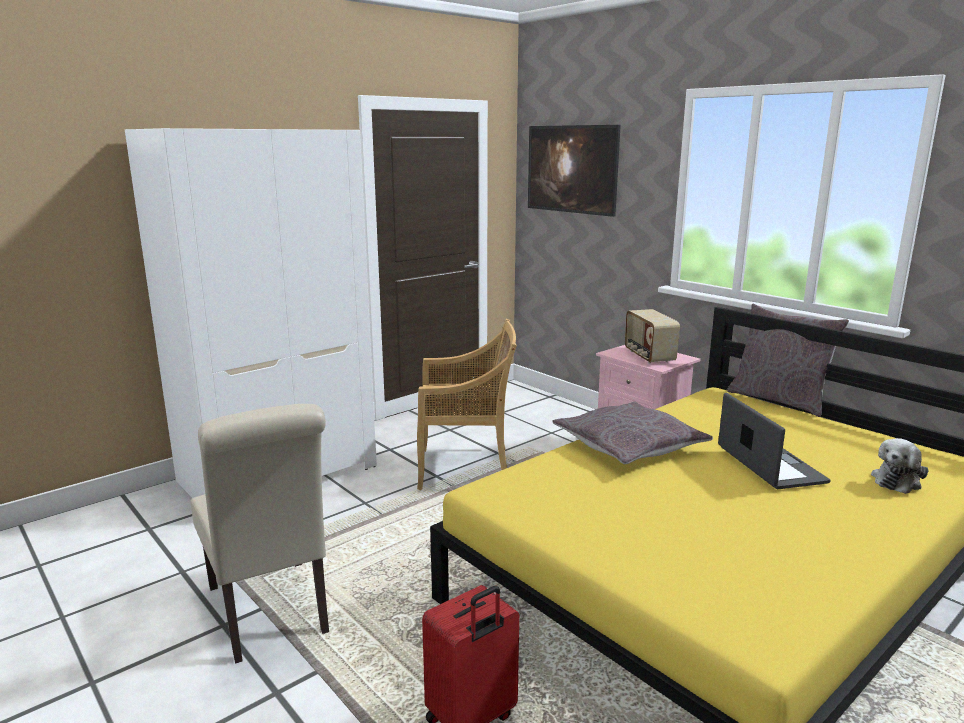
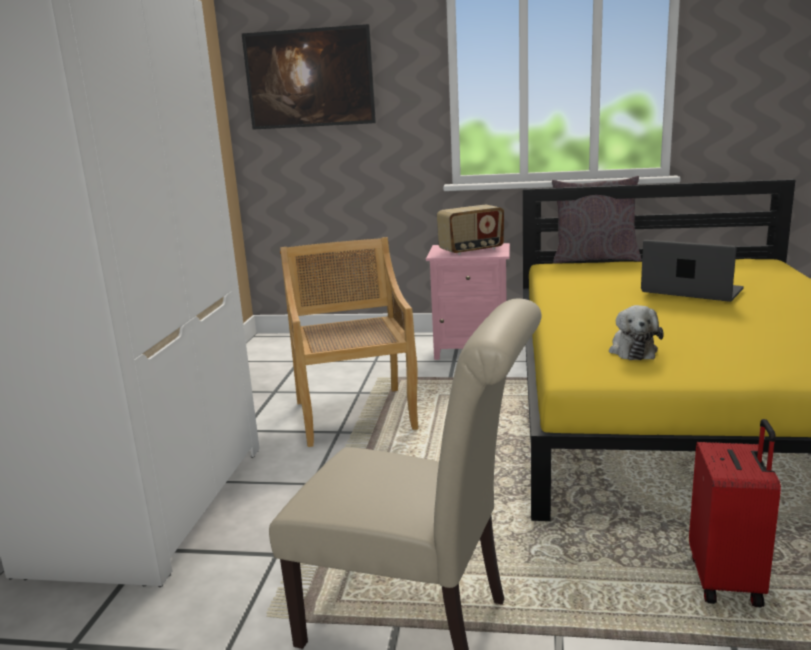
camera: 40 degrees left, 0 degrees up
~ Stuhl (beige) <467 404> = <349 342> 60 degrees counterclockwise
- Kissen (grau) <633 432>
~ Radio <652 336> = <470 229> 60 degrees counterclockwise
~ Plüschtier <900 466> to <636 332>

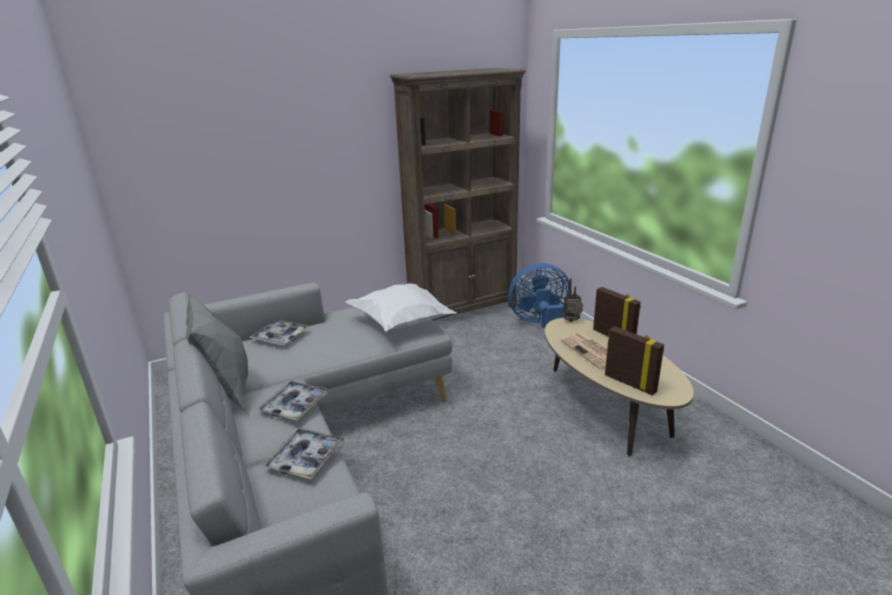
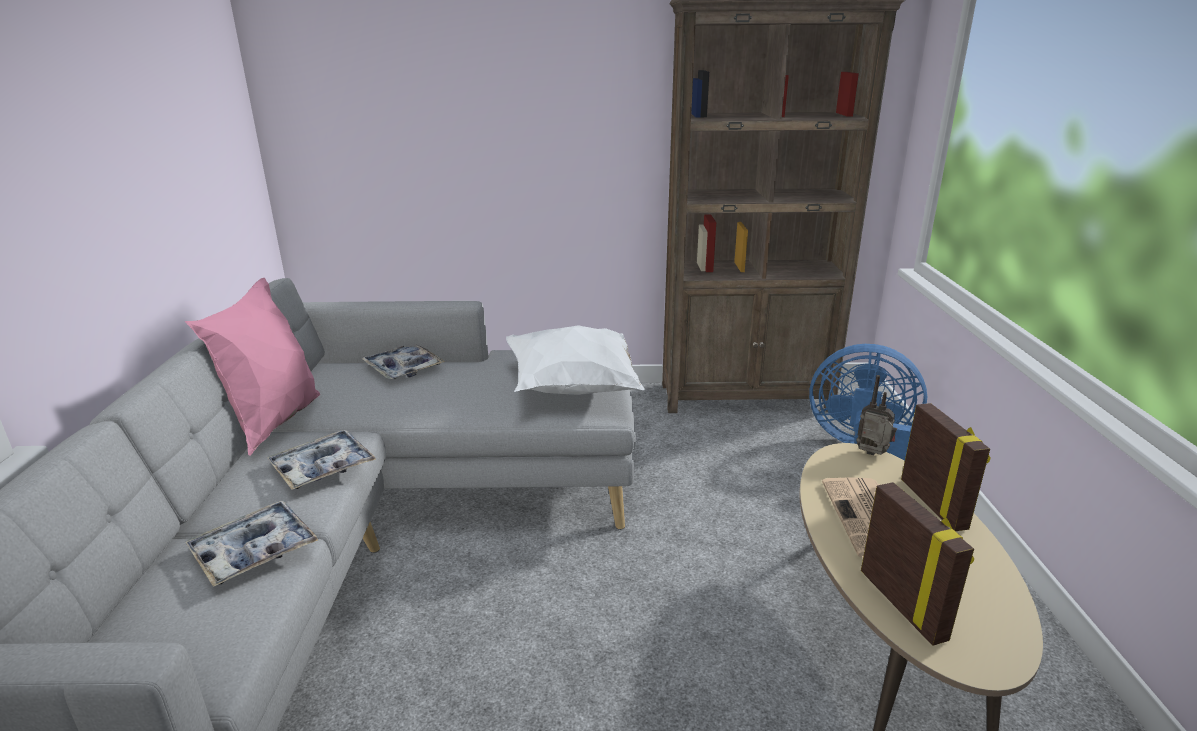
camera: 25 degrees right, 0 degrees up
~ Kissen (grau) <217 352> to Kissen (rosa) <252 367>

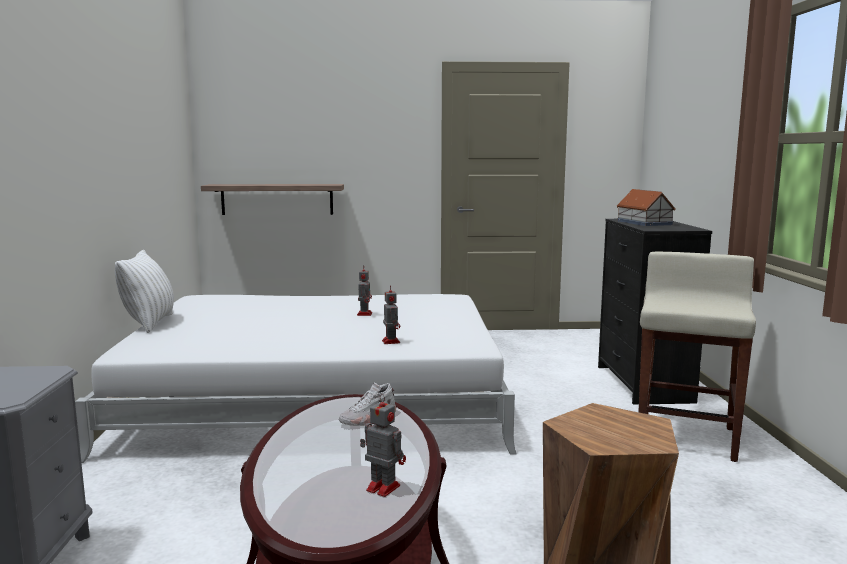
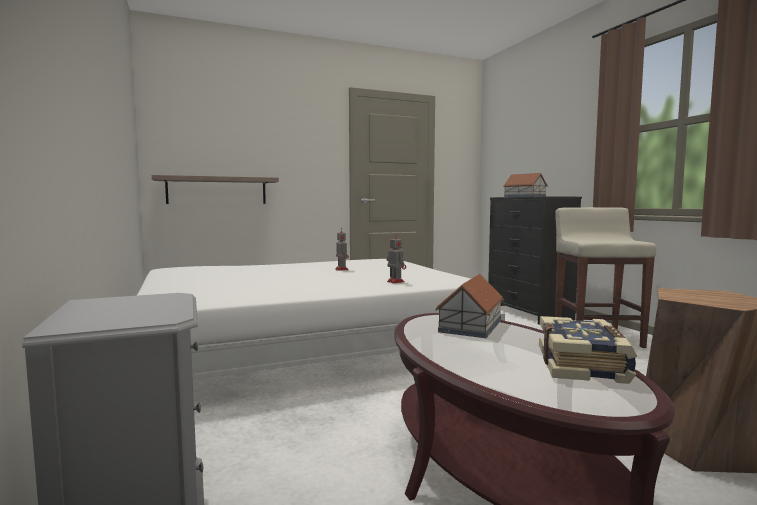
camera: 20 degrees left, 5 degrees down
- Kissen (weiß) <144 291>
~ Schuh (weiß) <367 404> to Spielzeughaus <469 306>
~ Spielzeugroboter <383 445> to Buch <588 350>

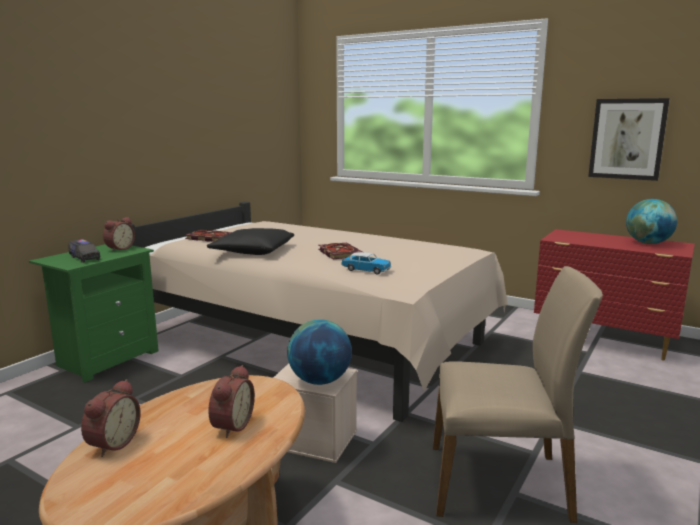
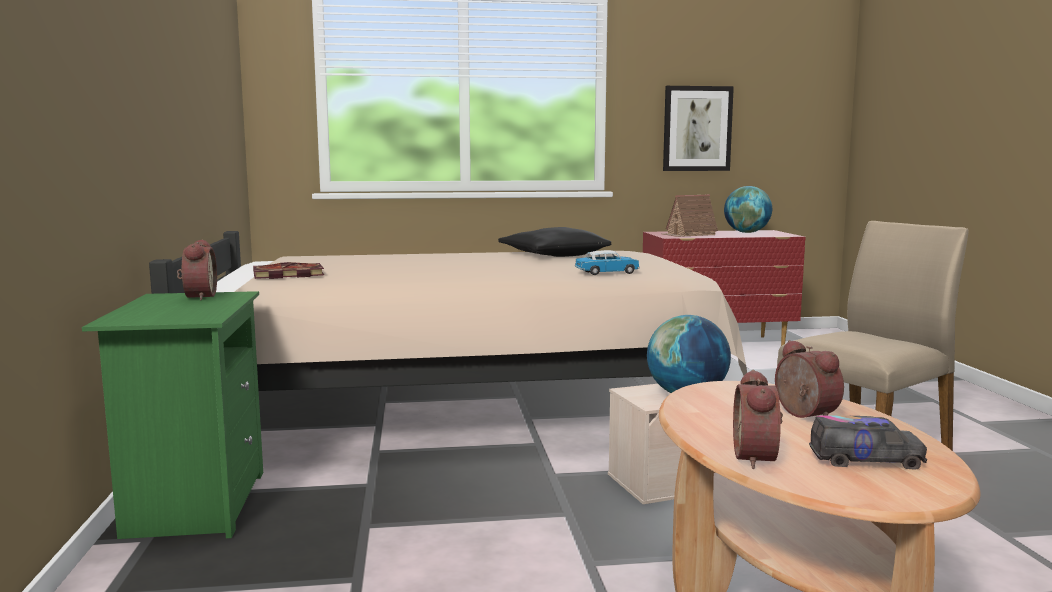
camera: 40 degrees left, 5 degrees down
~ Spielzeuglaster <84 251> to <868 442>
~ Wecker <111 418> = <758 419> 150 degrees counterclockwise
~ Kissen (schwarz) <250 241> to <554 242>
- Buch <340 251>
+ Spielzeughaus <690 215>

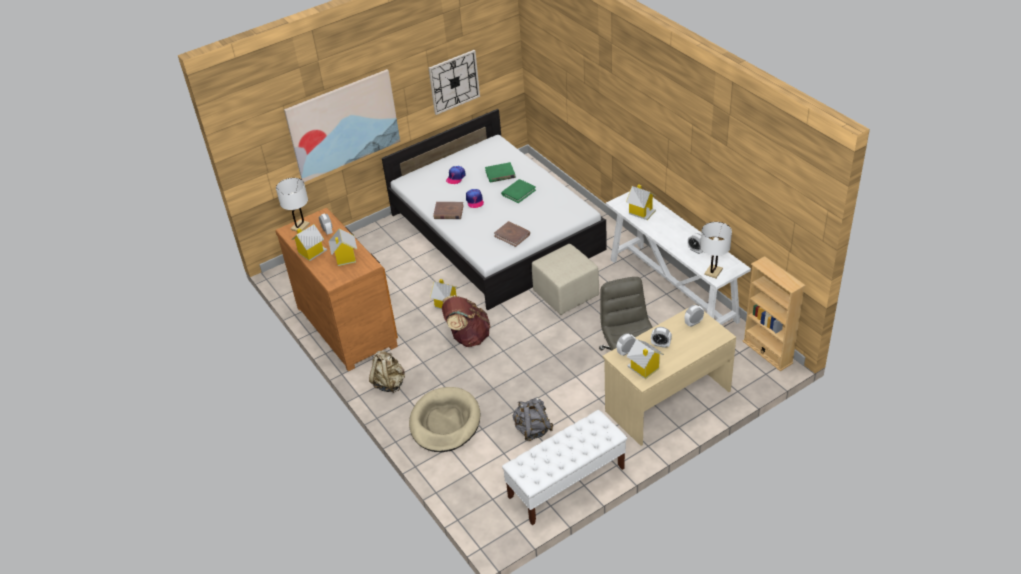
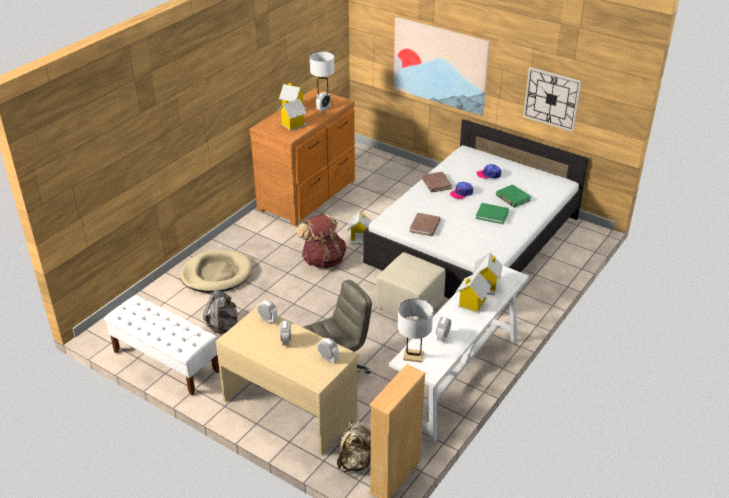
camera: 65 degrees right, 5 degrees down
~ Rucksack (beige) <387 372> to <354 446>
~ Spielzeughaus <645 359> to <473 292>

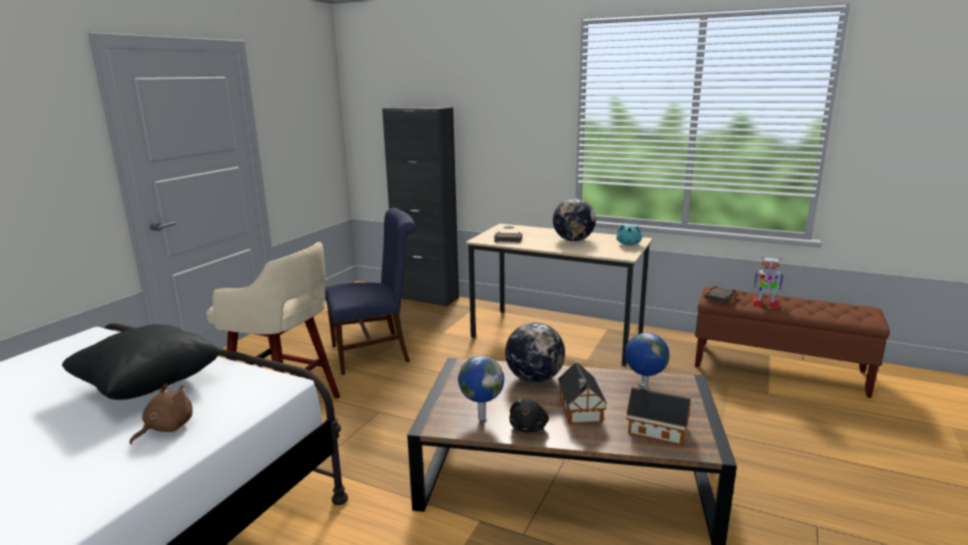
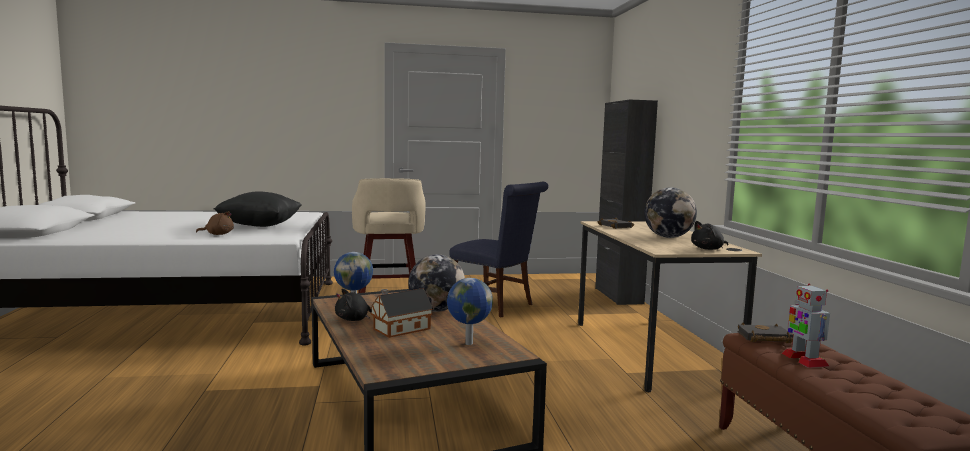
camera: 55 degrees right, 10 degrees down
~ Plüschtier (türkis) <629 235> to Plüschtier (schwarz) <709 235>
- Spielzeughaus <658 414>

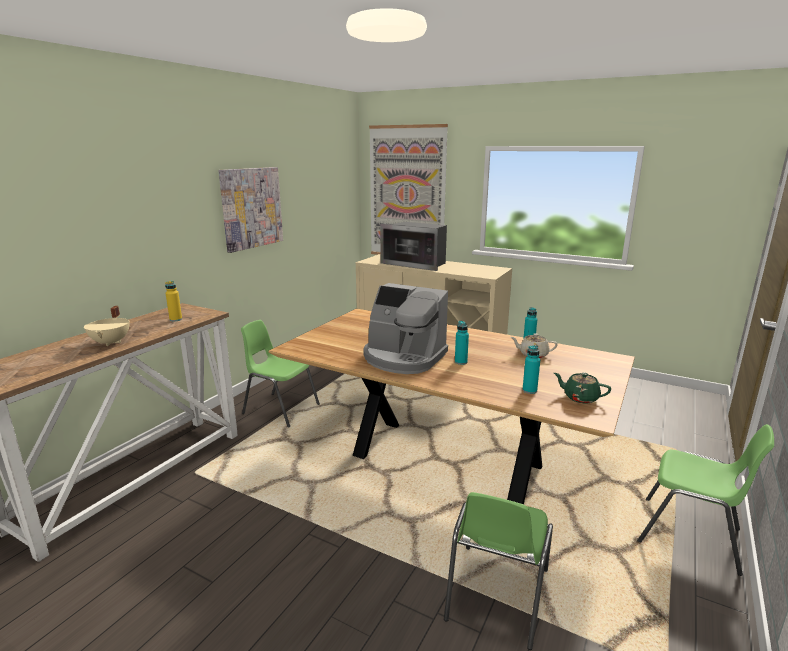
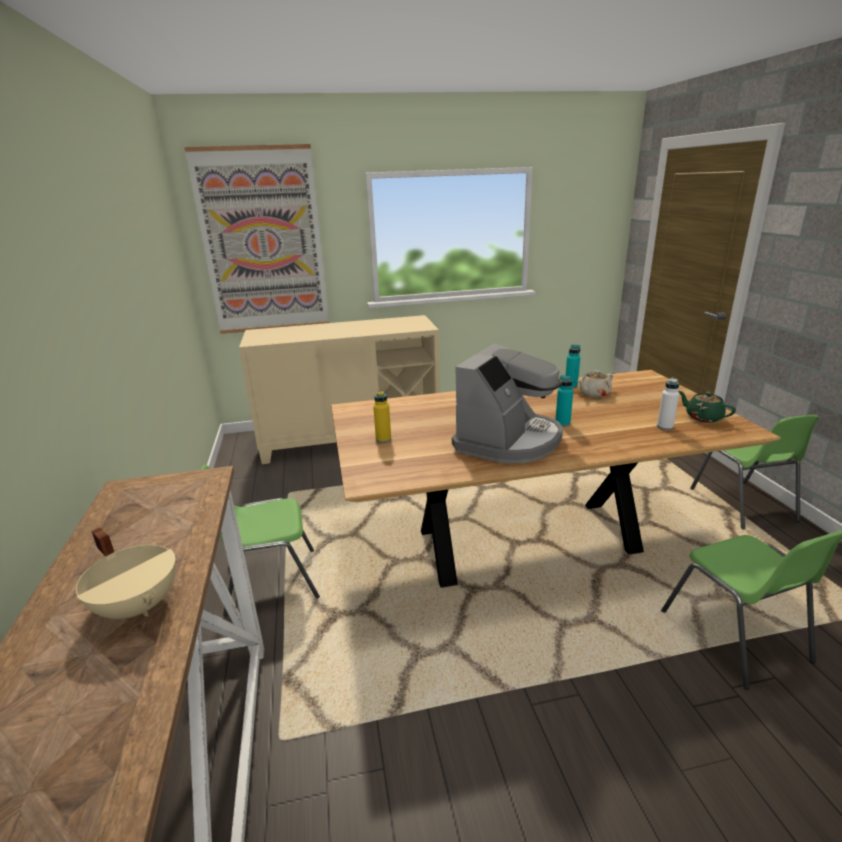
camera: 40 degrees left, 5 degrees up
~ Flasche (gelb) <173 301> to <382 416>
- Bild <250 210>
~ Kaffeemaschine <405 328> = <507 403> 45 degrees counterclockwise
- Mikrowelle <413 246>
~ Flasche (türkis) <531 369> to Flasche (weiß) <668 403>
~ Teekanne (grün) <582 388> = <707 407> 60 degrees clockwise
~ Stuhl (grün) <705 500> = <755 472> 90 degrees clockwise

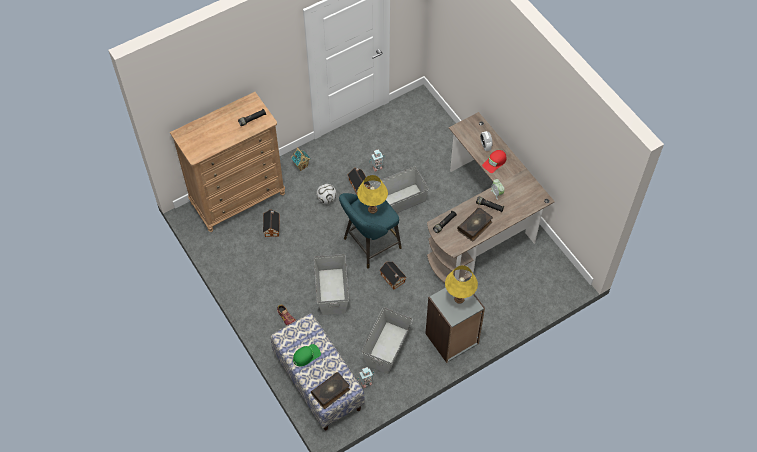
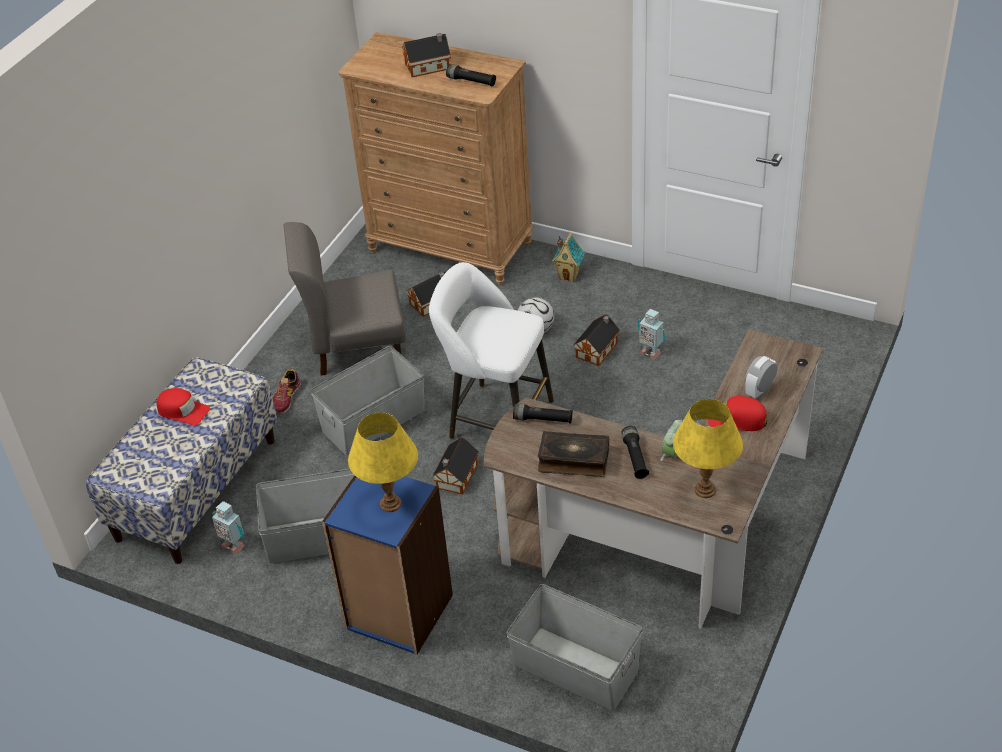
camera: 60 degrees right, 15 degrees down
~ Kappe (grün) <307 355> to Kappe (rot) <183 406>
- Buch <330 390>
~ Hocker (türkis) <370 231> to Hocker (weiß) <491 350>
~ Tischlampe (gelb) <372 194> to <708 448>
~ Aufbewahrungsbox (grau) <400 189> to <574 647>
~ Bücherregal (grau) <455 325> to Bücherregal (blau) <387 565>
+ Stuhl (grau) <344 299>
+ Spielzeughaus <426 55>

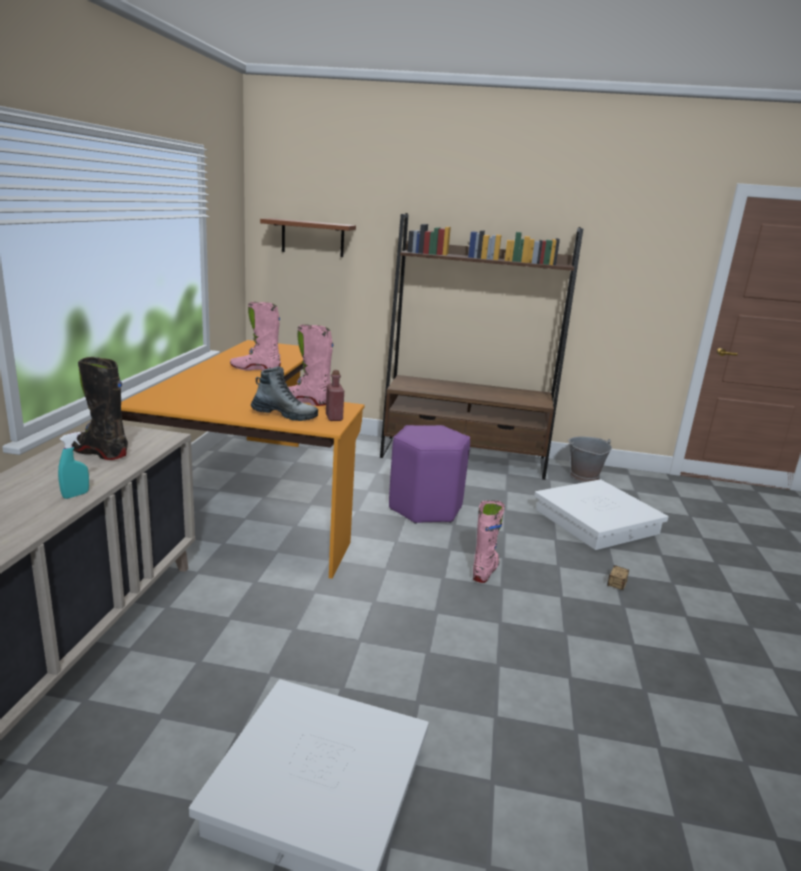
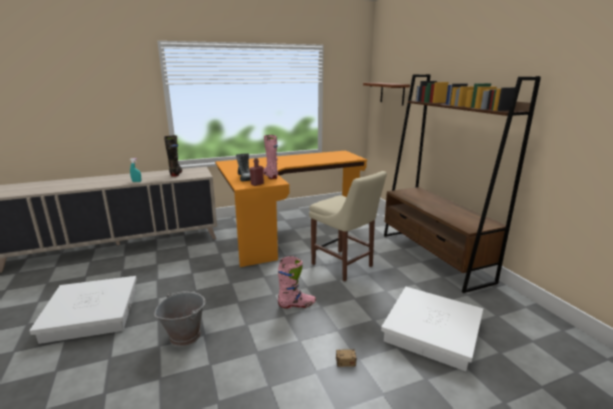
camera: 60 degrees right, 0 degrees up
- Stiefel (rosa) <255 336>
~ Hocker (lila) <429 474> to Stuhl (beige) <348 226>
~ Eimer (grau) <590 459> to <180 319>

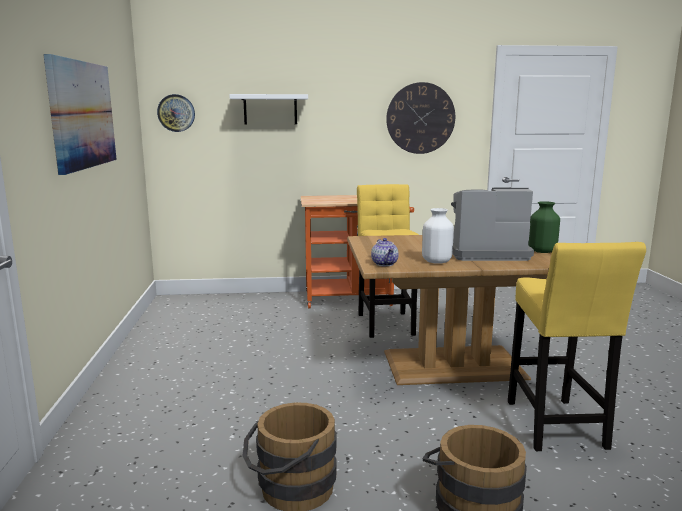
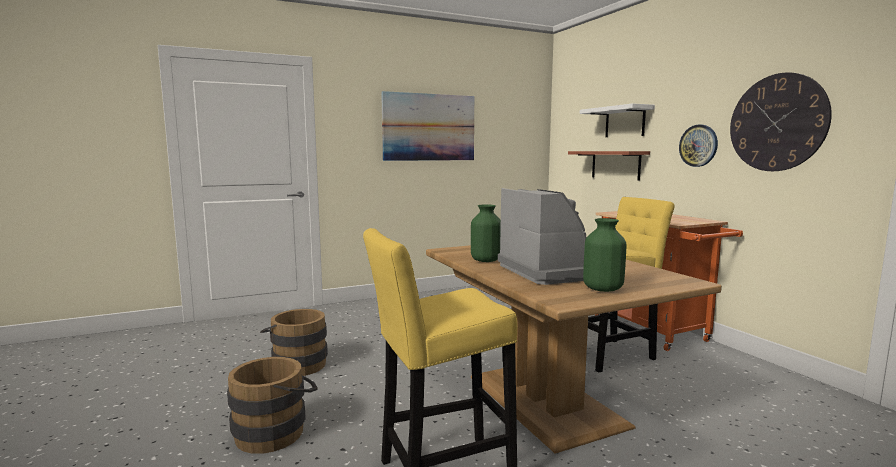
camera: 70 degrees right, 5 degrees down
~ Wanduhr <176 113> to <698 145>
- Teekanne <384 252>
~ Vase (weiß) <438 236> to Vase (grün) <486 233>
+ Wandregal <609 165>

